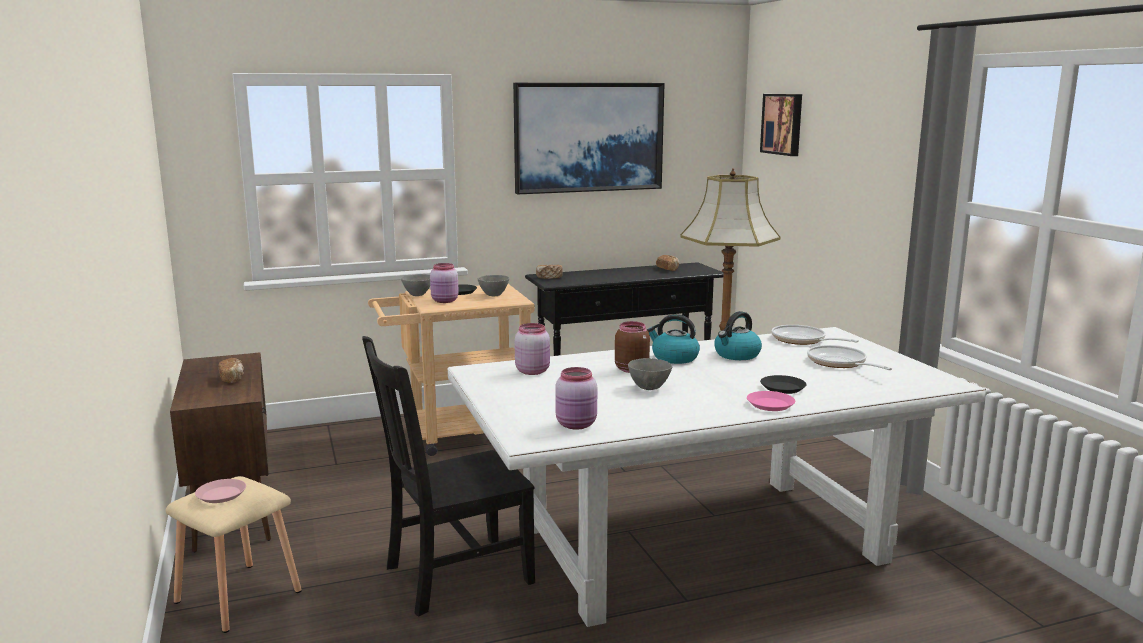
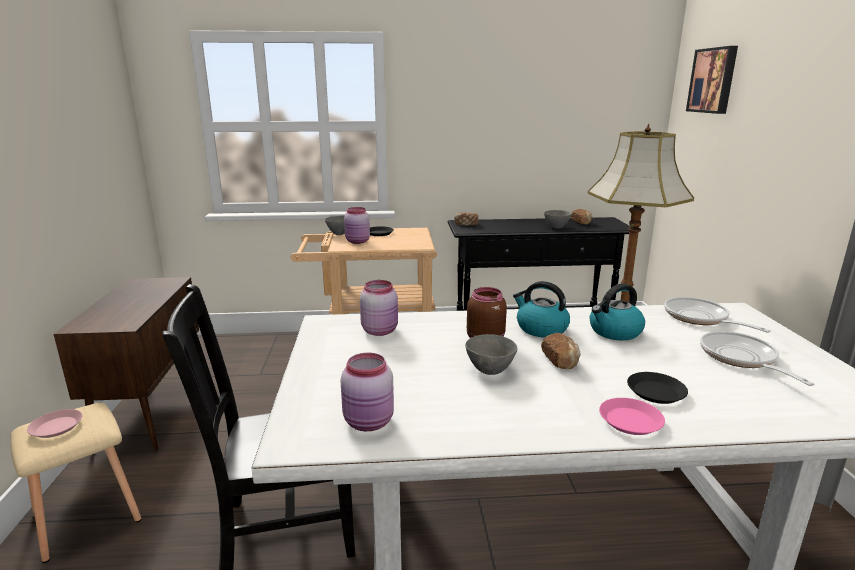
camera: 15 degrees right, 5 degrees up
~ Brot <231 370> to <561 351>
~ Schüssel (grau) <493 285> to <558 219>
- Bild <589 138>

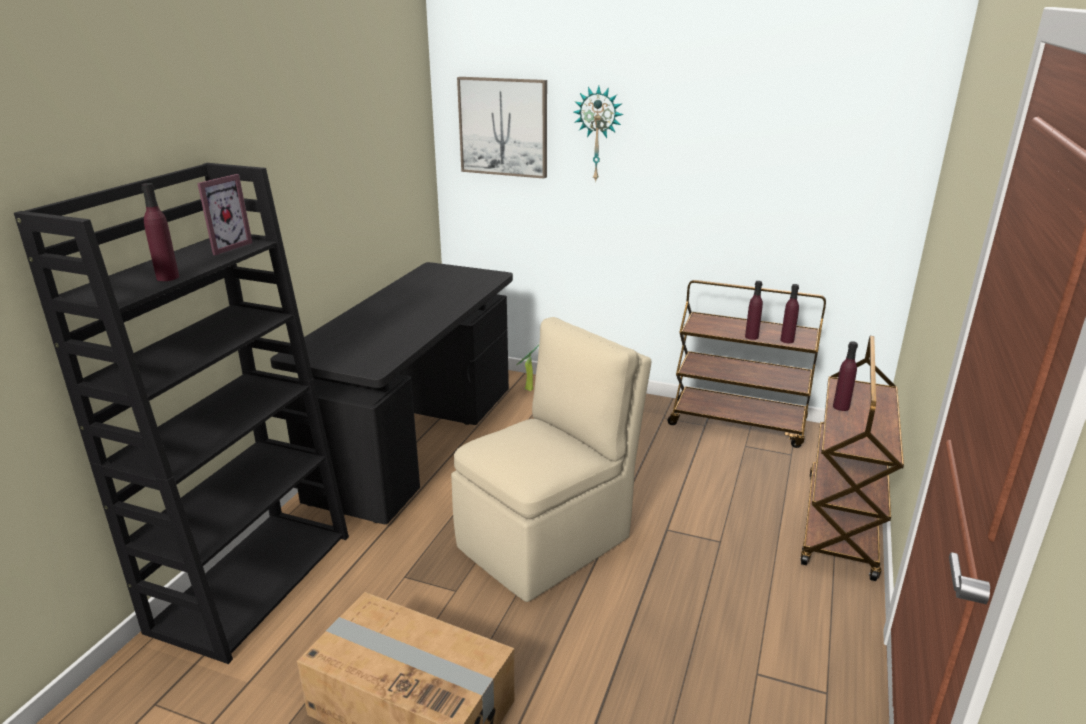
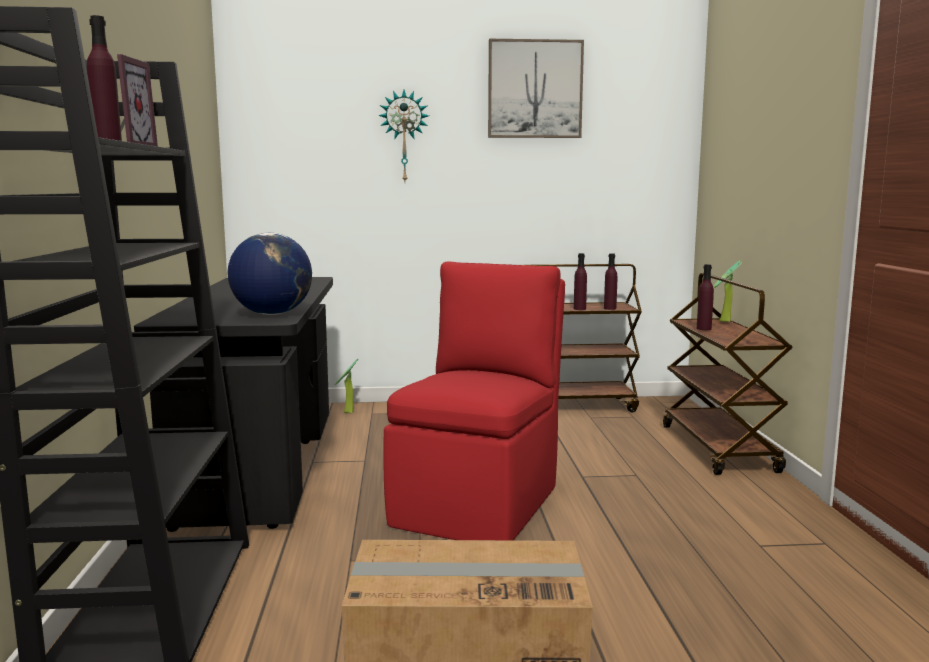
camera: 25 degrees left, 15 degrees down
~ Stuhl (beige) <551 459> to Stuhl (rot) <474 401>
~ Bild <502 128> to <536 88>
+ Globus <270 274>
+ Topfpflanze <727 291>

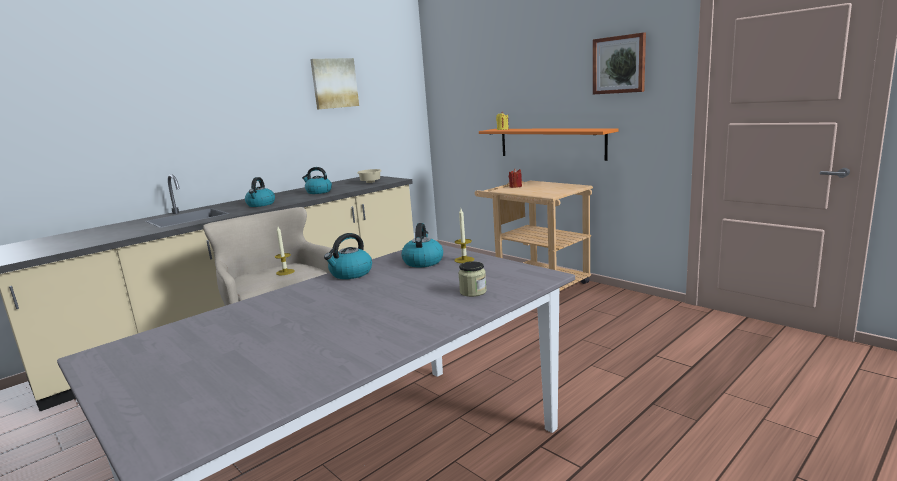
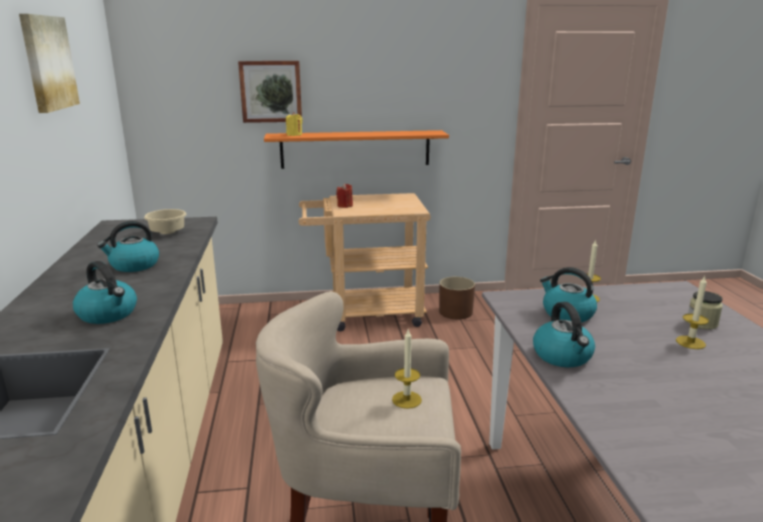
camera: 55 degrees left, 5 degrees up
~ Bild <619 63> to <270 92>
+ Pflanzkübel (braun) <457 298>
+ Kerze <692 312>

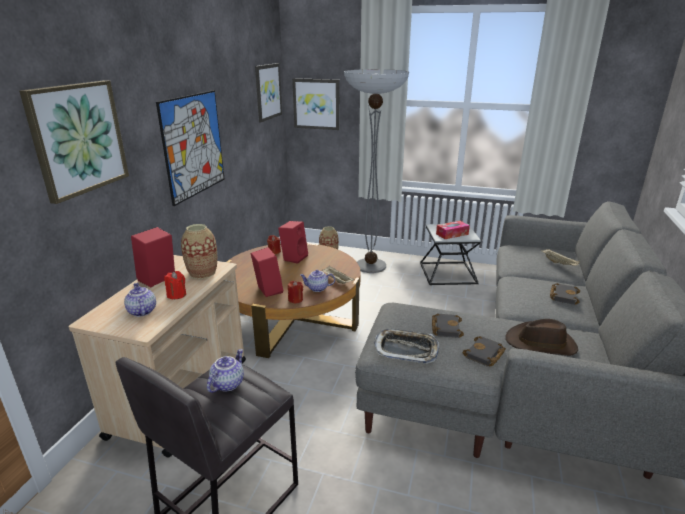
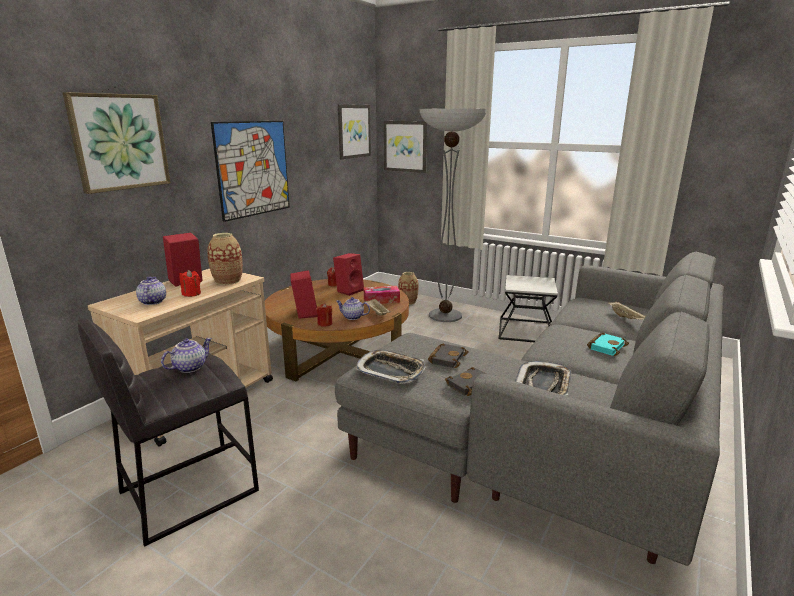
camera: 15 degrees right, 5 degrees down
~ Taschentuchbox <453 230> to <382 295>
~ Hut (braun) <541 337> to Tablett <543 378>
~ Buch (schwarz) <565 294> to Buch (türkis) <608 344>

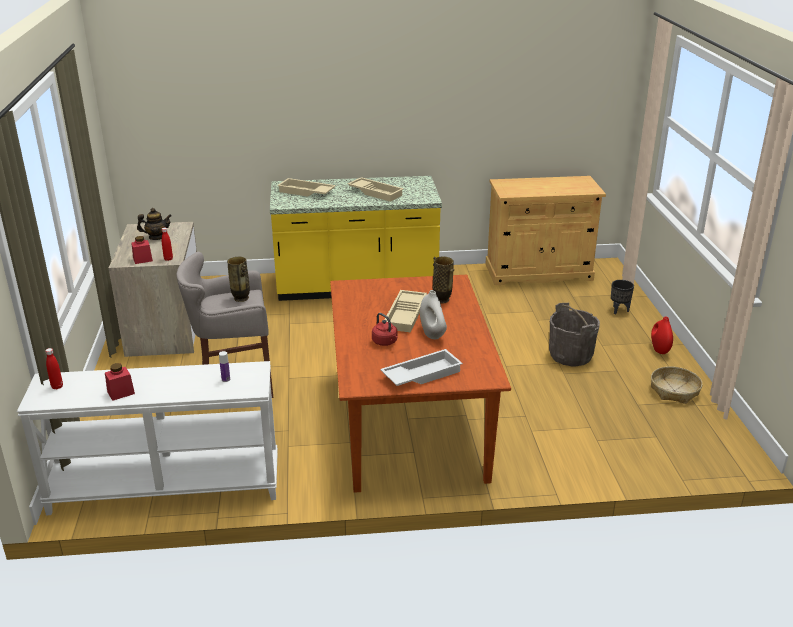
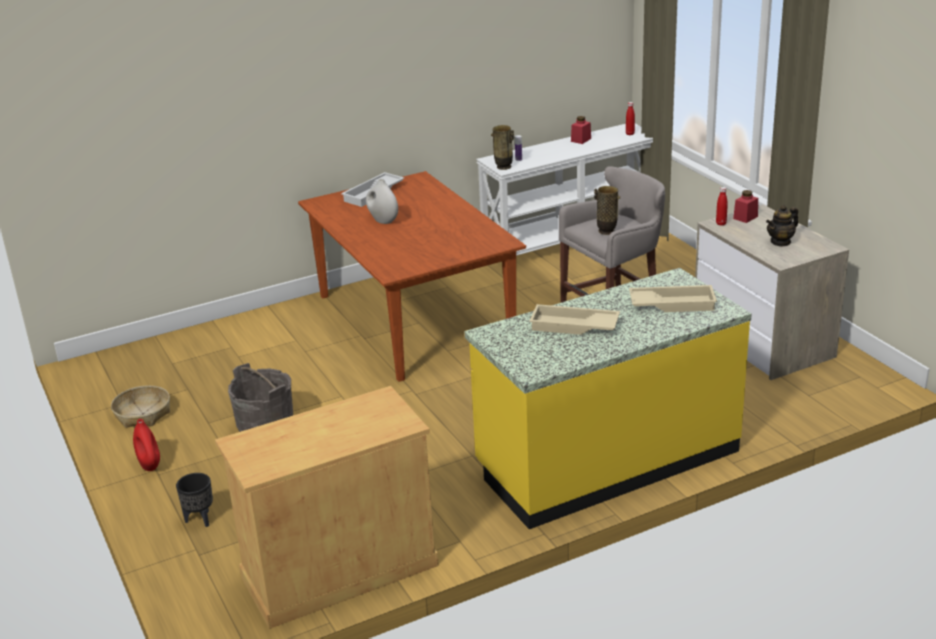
camera: 160 degrees right, 0 degrees up
- Wasserkessel (rot) <385 329>
- Tablett (beige) <405 311>
~ Vase <443 280> to <502 147>

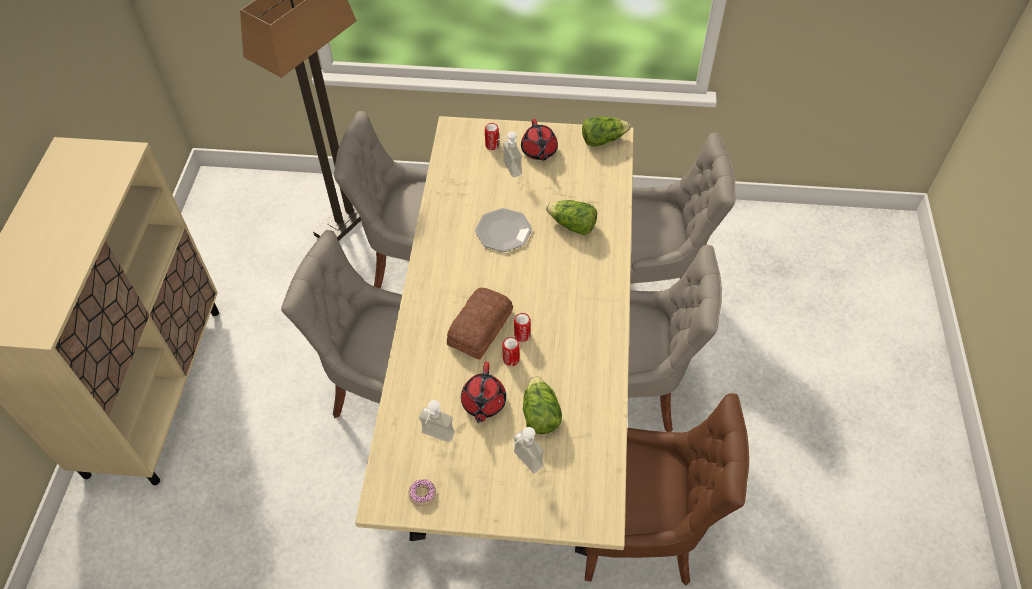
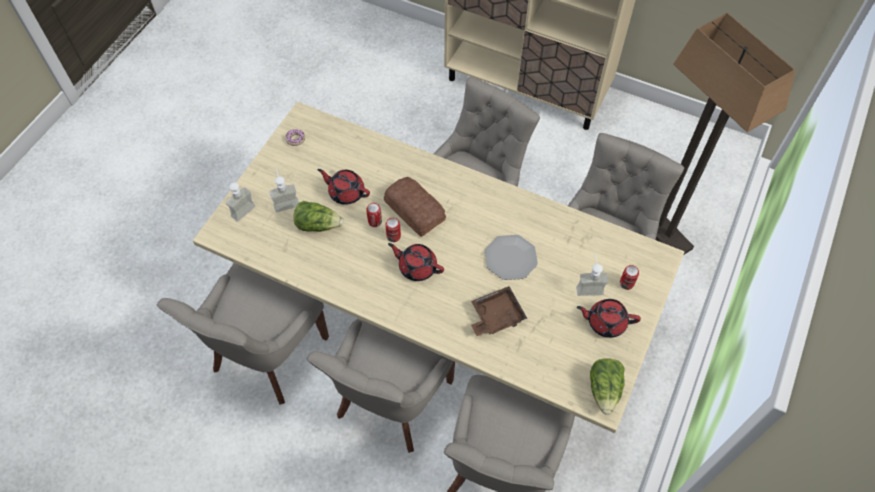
camera: 110 degrees right, 5 degrees up
~ Seifenspender <437 421> to <239 200>
~ Salatkopf <571 217> to Tablett (braun) <499 311>
~ Stuhl (braun) <667 489> to Stuhl (grau) <242 334>
+ Teekanne (rot) <416 262>

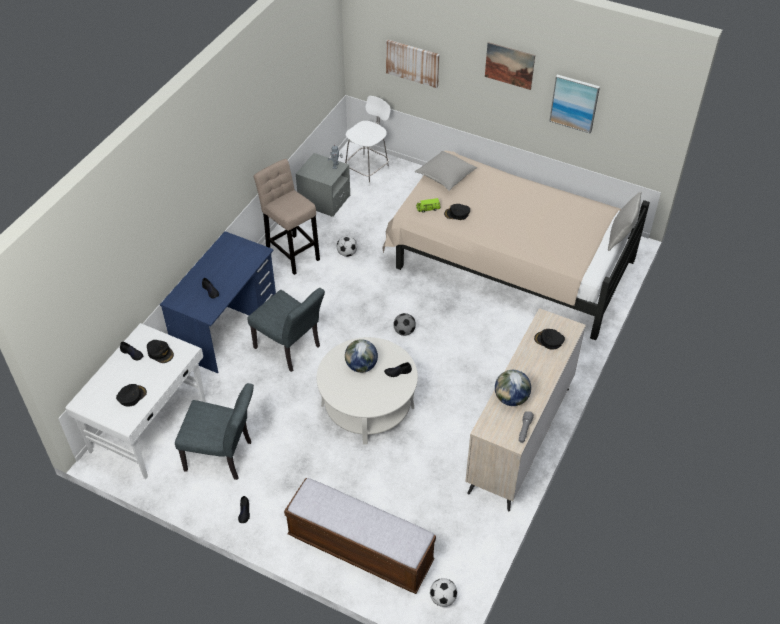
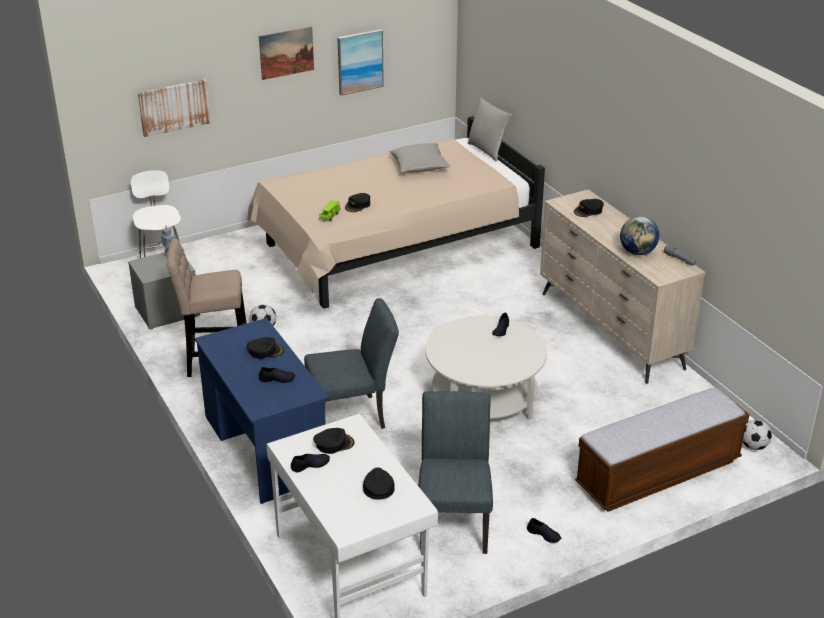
camera: 55 degrees left, 15 degrees down
~ Stuhl (grau) <214 431> = <455 472> 45 degrees counterclockwise
- Globus <361 356>
- Fußball <404 324>
~ Kissen (grau) <446 171> to <420 158>
+ Kappe (schwarz) <265 348>

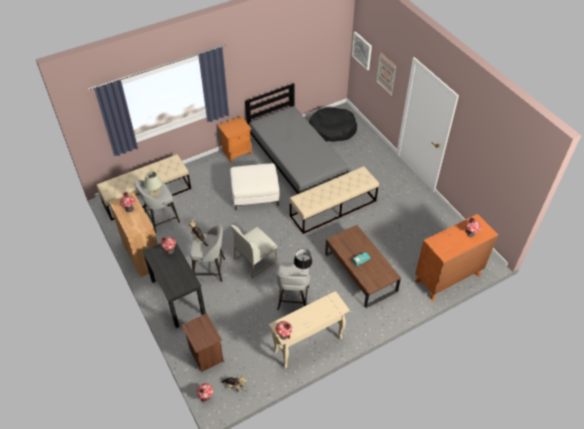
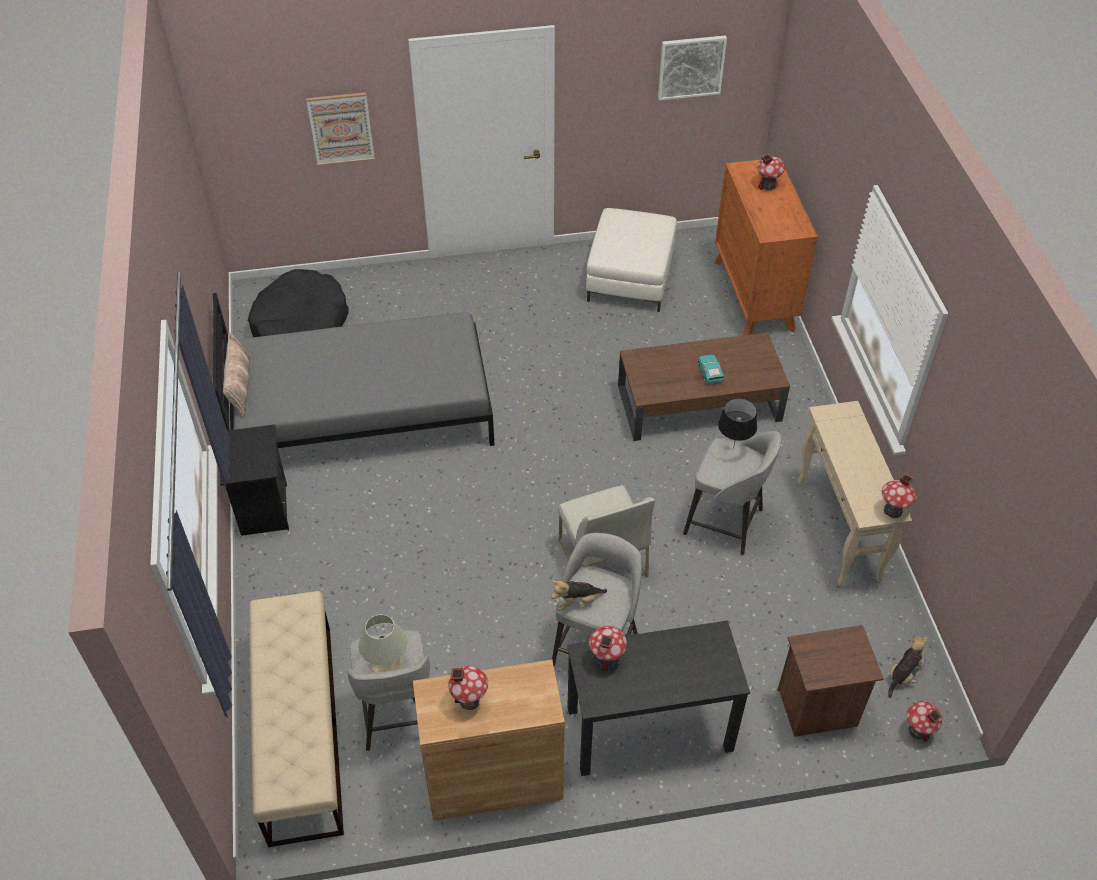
camera: 70 degrees left, 0 degrees up
~ Nachttisch (orange) <235 139> to Nachttisch (schwarz) <254 480>
~ Polsterhocker (weiß) <255 186> to <631 260>
- Bank (beige) <334 200>
~ Bild <362 50> to <692 67>
+ Kissen <236 375>

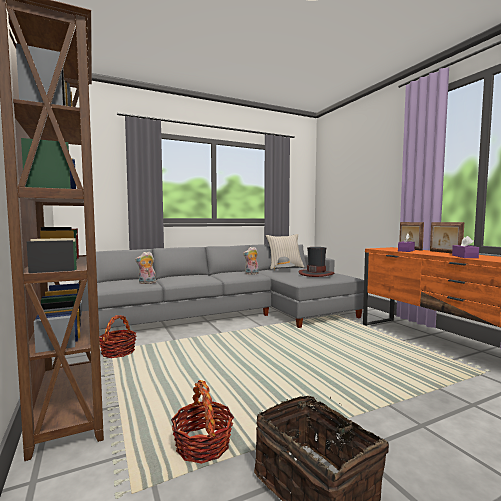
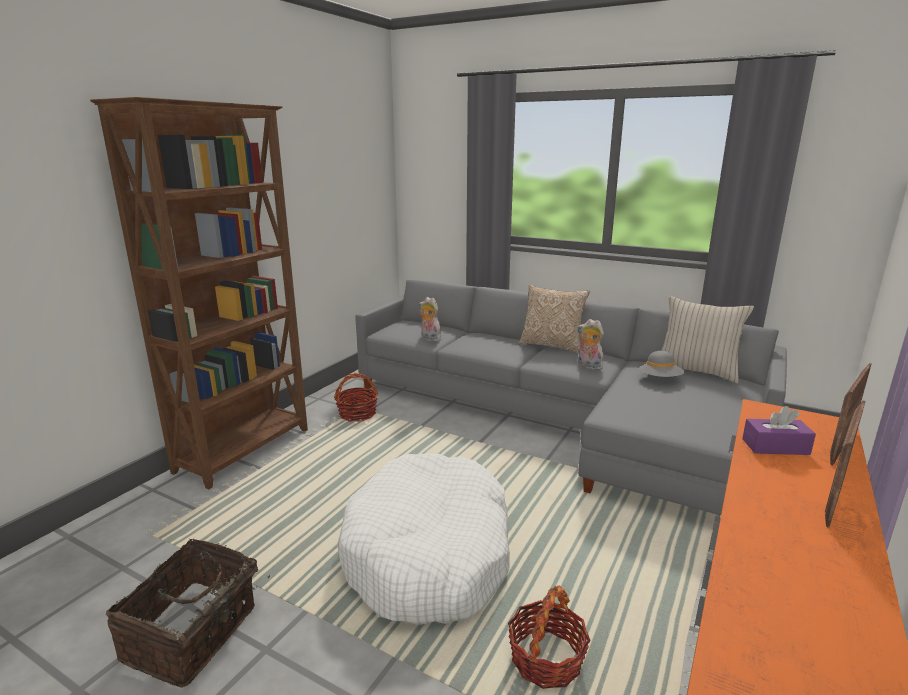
camera: 55 degrees right, 15 degrees up
~ Korb <202 422> to <549 637>
- Hut <317 262>
- Taschentuchbox (lila) <465 247>
+ Hundebett (weiß) <423 539>
+ Kissen <554 319>

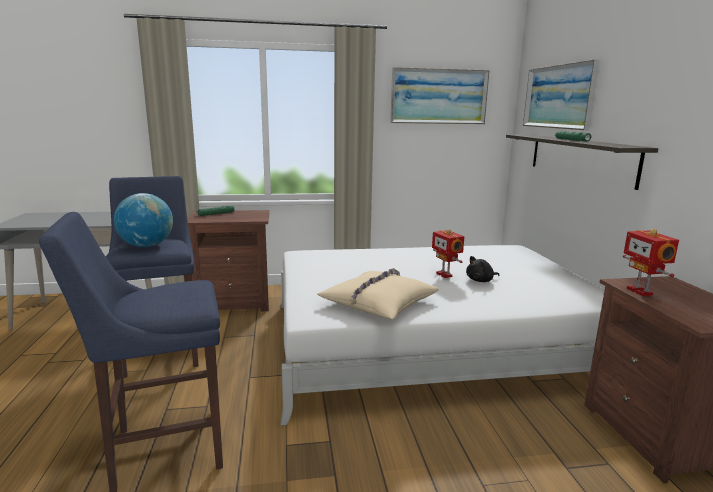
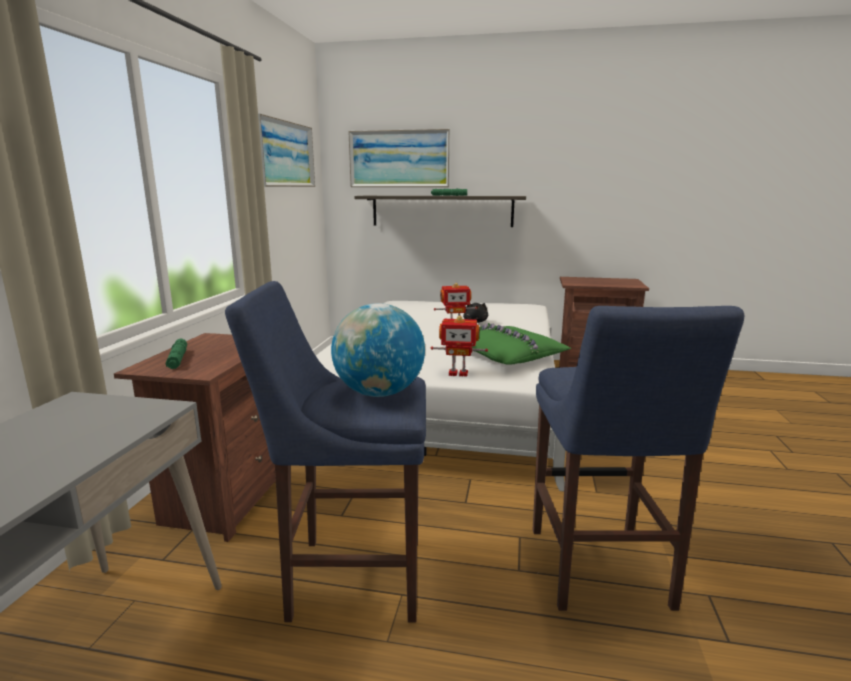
camera: 70 degrees left, 0 degrees up
~ Kissen (beige) <378 294> to Kissen (grün) <521 344>
~ Spielzeugroboter <651 262> to <459 346>

